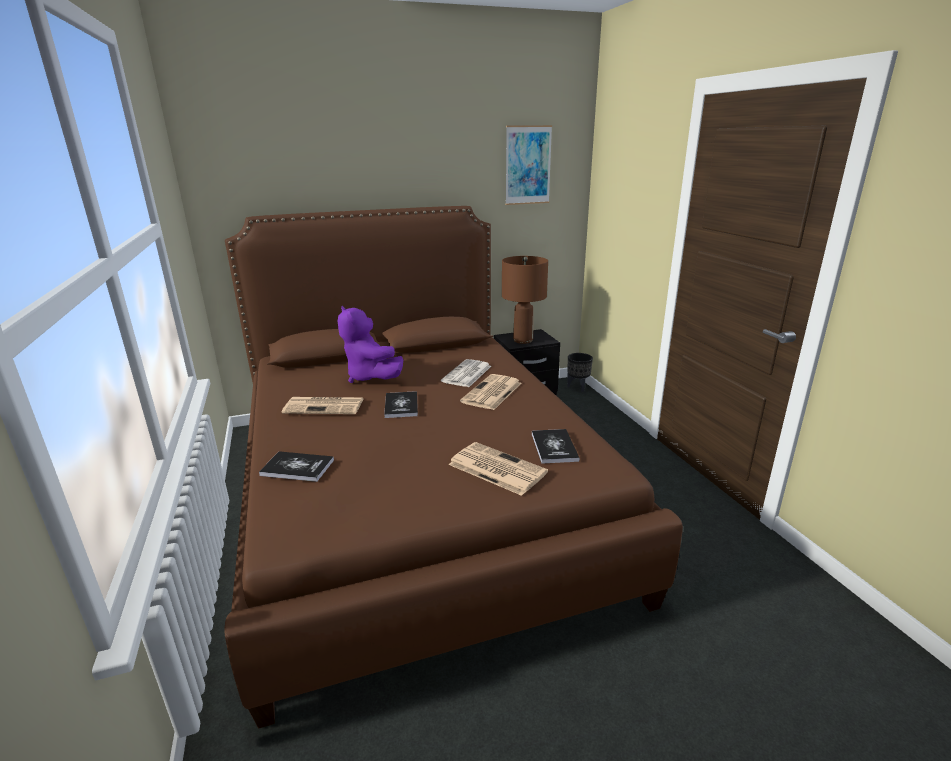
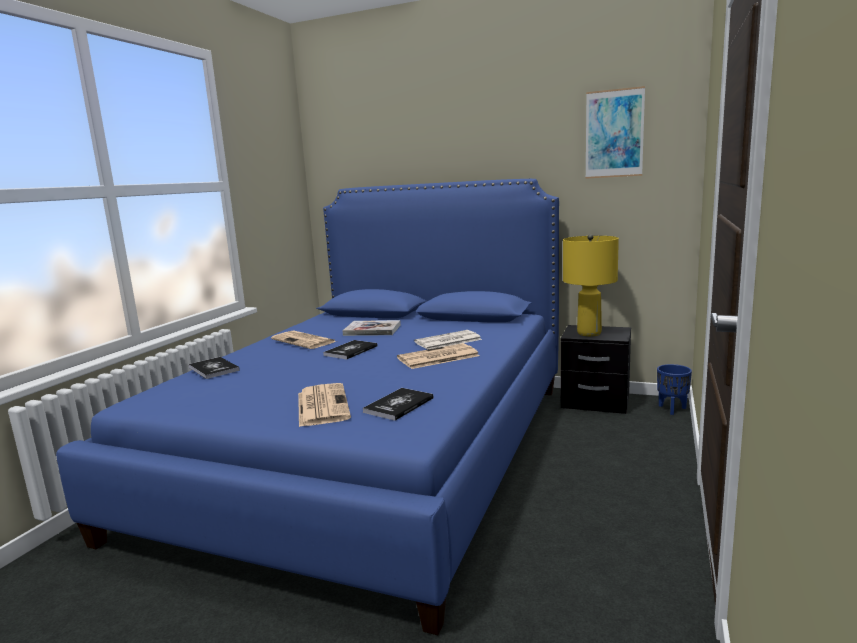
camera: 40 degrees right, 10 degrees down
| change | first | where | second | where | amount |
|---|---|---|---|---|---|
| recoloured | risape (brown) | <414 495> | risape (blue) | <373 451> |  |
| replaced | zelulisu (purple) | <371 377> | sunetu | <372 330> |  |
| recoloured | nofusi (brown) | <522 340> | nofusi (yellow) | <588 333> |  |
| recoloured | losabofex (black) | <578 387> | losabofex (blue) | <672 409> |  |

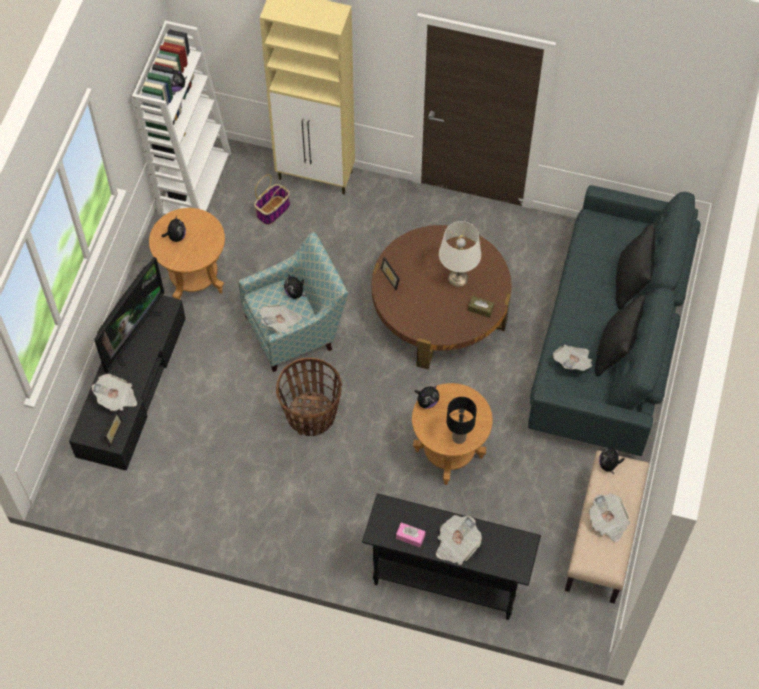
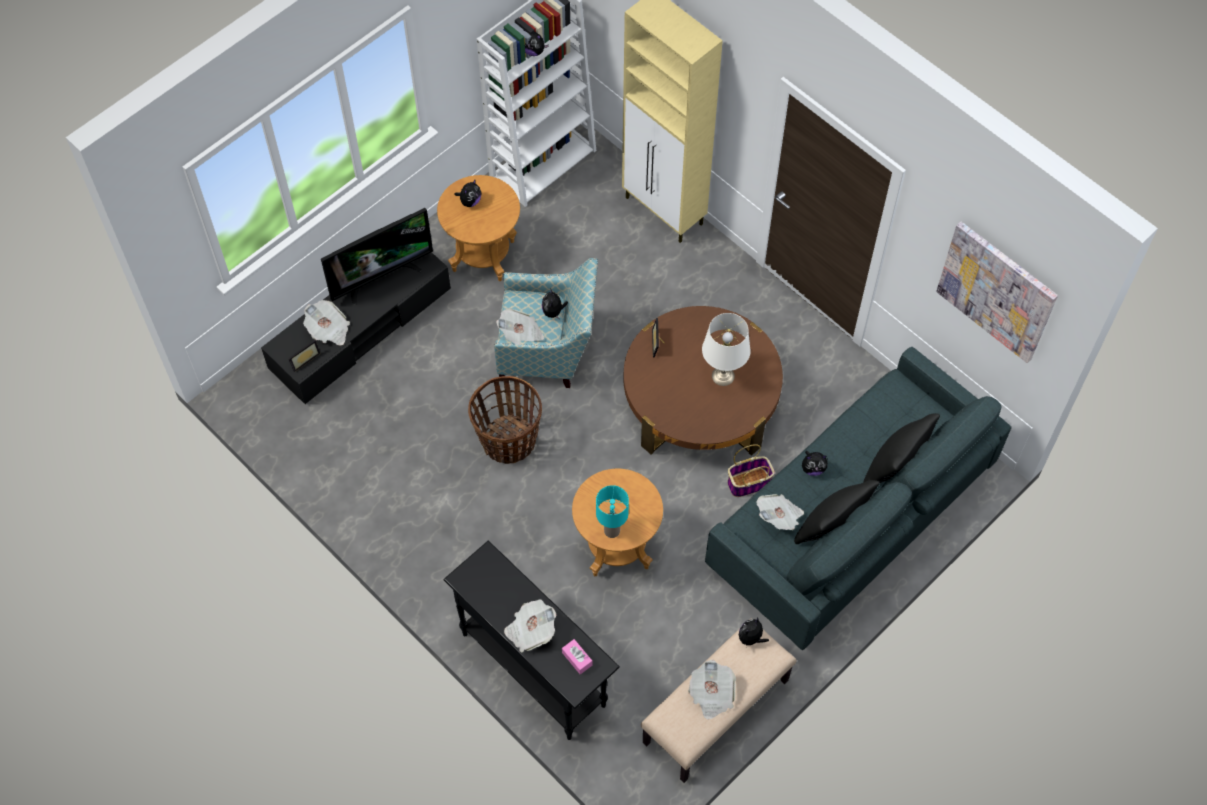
camera: 30 degrees right, 0 degrees up
| change | first | where | second | where | amount |
|---|---|---|---|---|---|
| moved | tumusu | <273 210> |  | <749 482> |  |
| moved | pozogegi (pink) | <410 537> |  | <577 659> |  |
| moved | zelulisu | <427 402> |  | <813 468> |  |
| recoloured | nofusi (black) | <458 437> | nofusi (turquoise) | <611 530> |  |
| removed | pozogegi (brown) | <480 309> |  |  |  |
| added |  |  | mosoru | <997 291> |  |

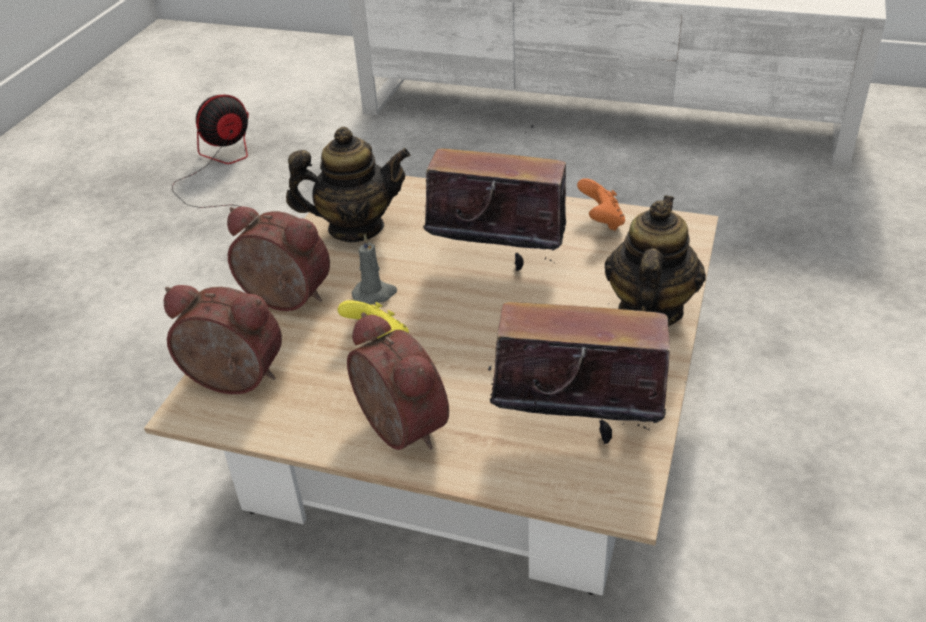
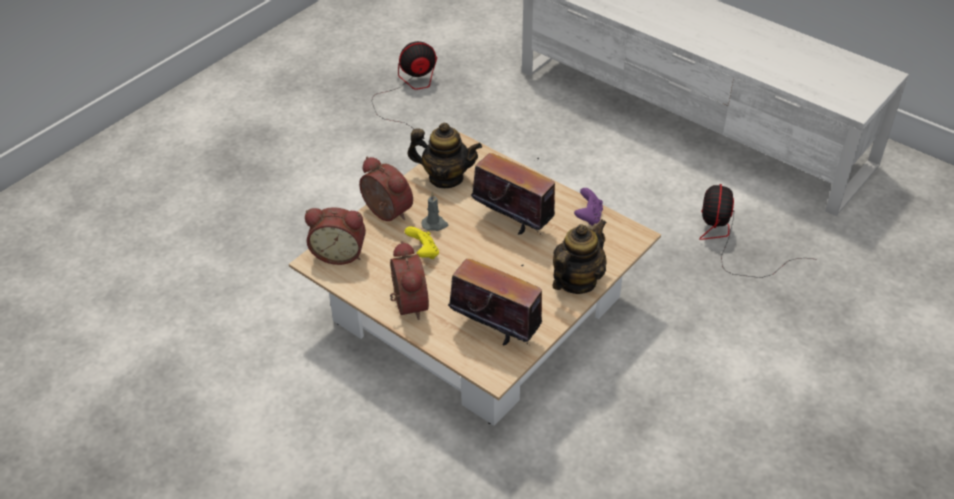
camera: 20 degrees right, 5 degrees up
| change | first | where | second | where | amount |
|---|---|---|---|---|---|
| turned | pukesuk | <232 382> |  | <339 253> | 150 degrees clockwise |
| recoloured | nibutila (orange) | <601 221> | nibutila (purple) | <588 217> |  |
| added |  |  | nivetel | <729 241> |  |

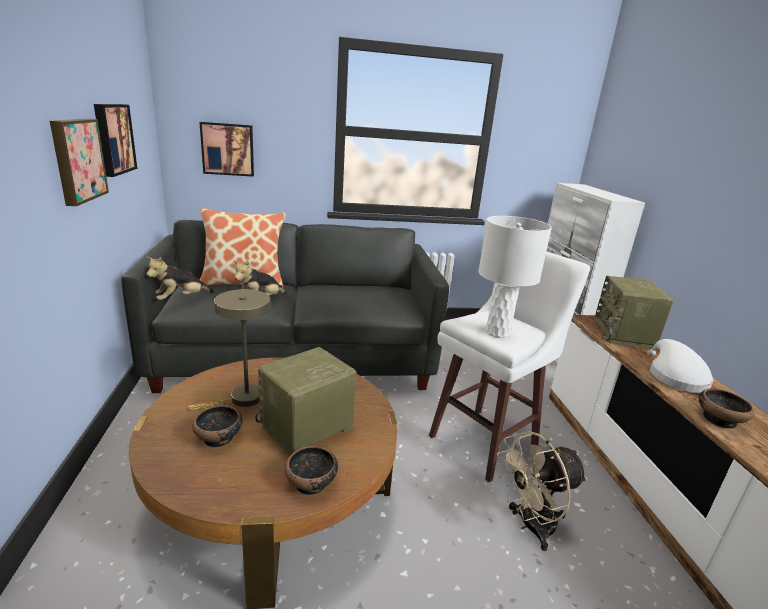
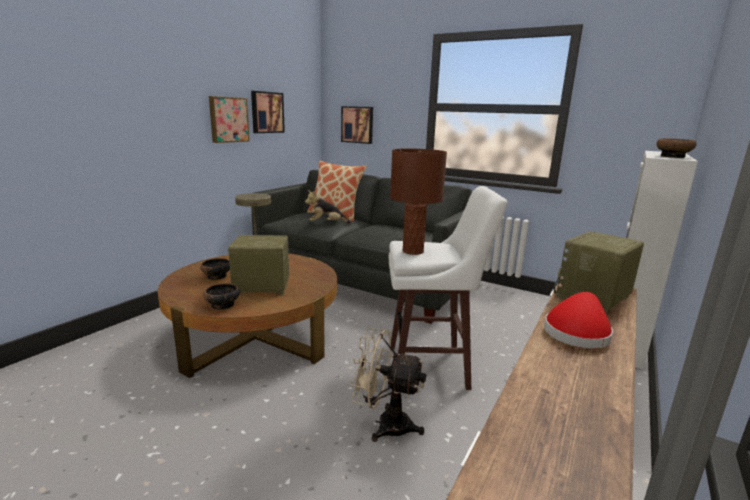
camera: 40 degrees right, 5 degrees down
| change | first | where | second | where | amount |
|---|---|---|---|---|---|
| removed | zelulisu | <181 299> |  |  |  |
| recoloured | nofusi (white) | <497 332> | nofusi (brown) | <412 251> |  |
| recoloured | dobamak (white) | <674 376> | dobamak (red) | <576 332> |  |
| moved | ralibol | <719 419> |  | <673 157> |  |

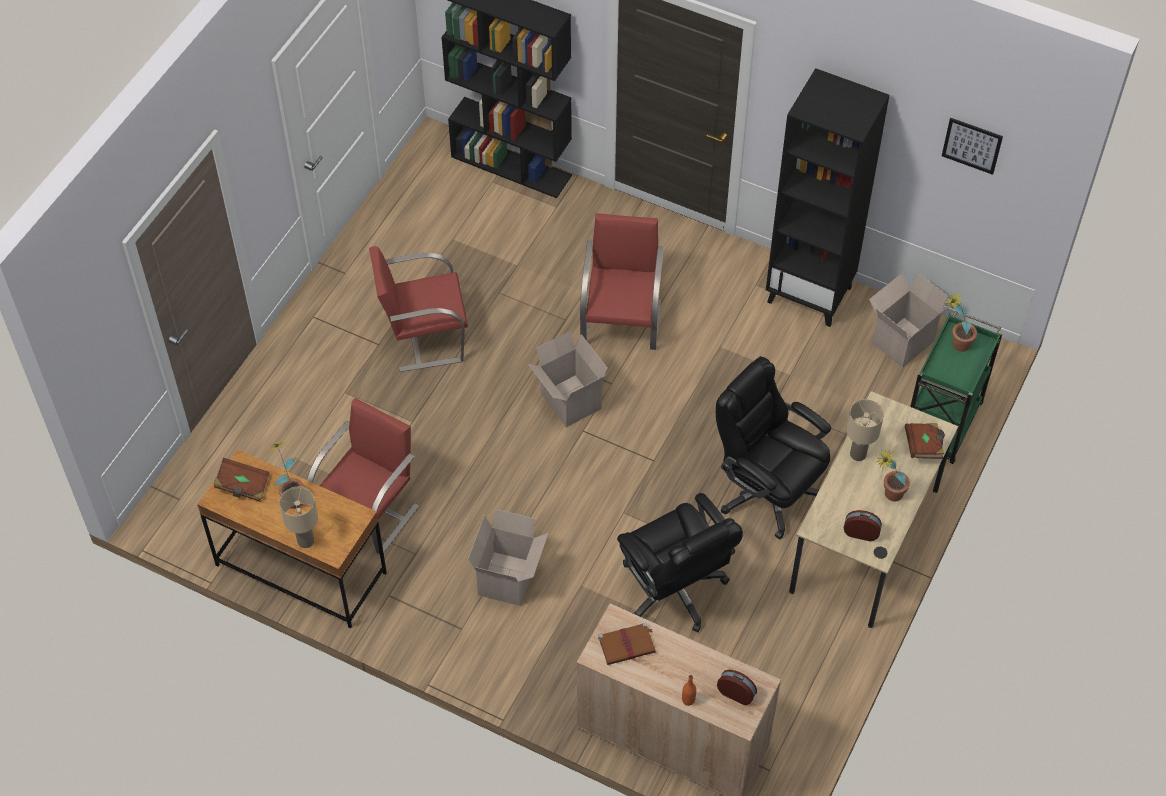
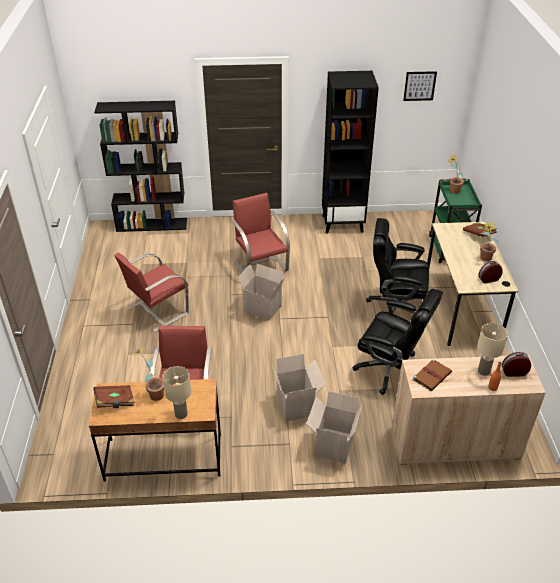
camera: 30 degrees left, 15 degrees down
| change | first | where | second | where | amount |
|---|---|---|---|---|---|
| moved | nofusi (beige) | <858 454> |  | <484 371> |  |
| moved | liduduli | <902 341> |  | <333 444> |  |

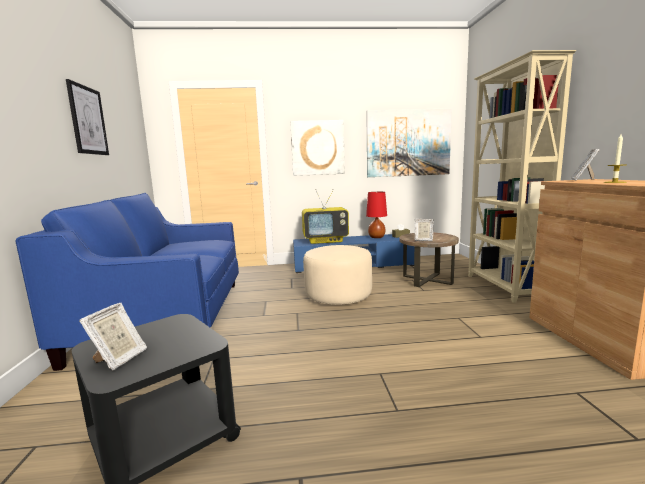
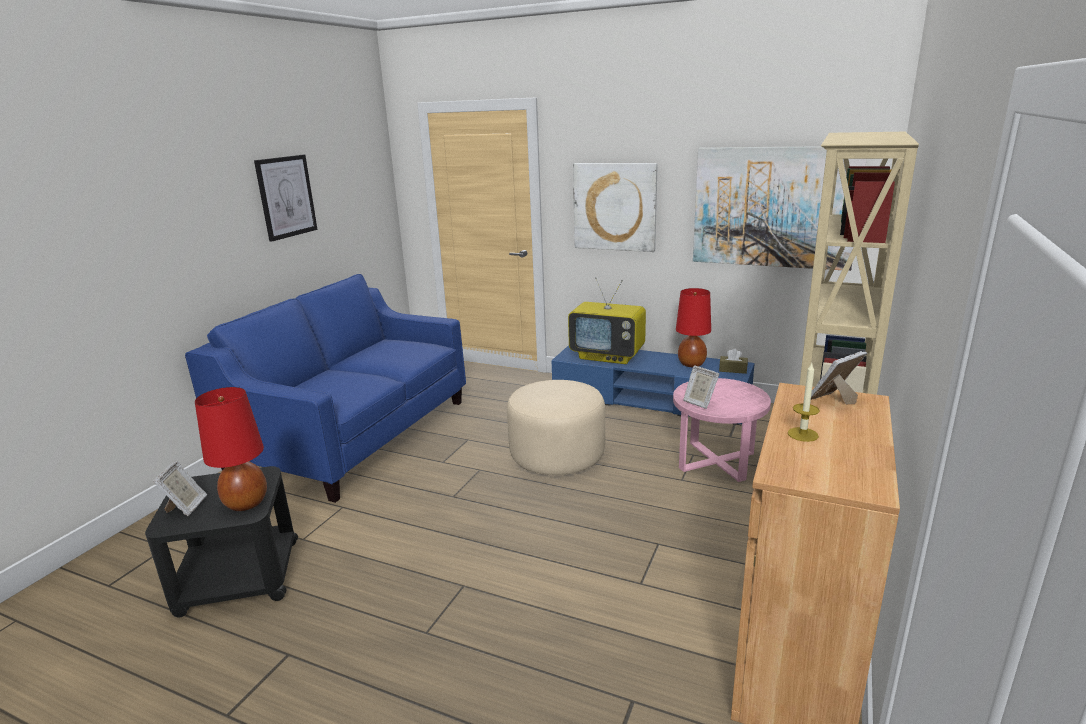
camera: 30 degrees right, 10 degrees up
| change | first | where | second | where | amount |
|---|---|---|---|---|---|
| turned | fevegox | <119 359> |  | <186 507> | 45 degrees counterclockwise |
| recoloured | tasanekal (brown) | <427 279> | tasanekal (pink) | <716 460> |  |
| added |  |  | nofusi (red) | <246 503> |  |

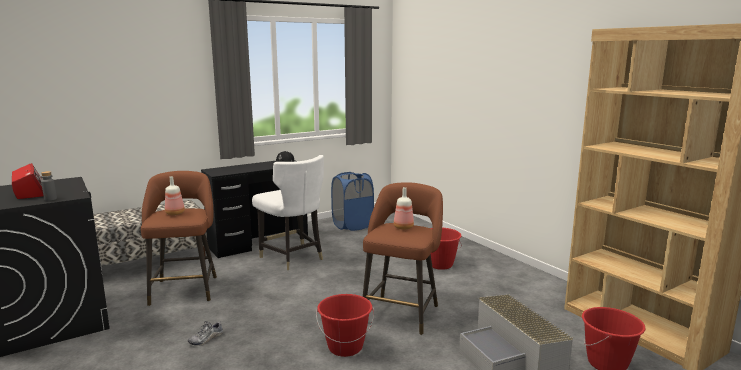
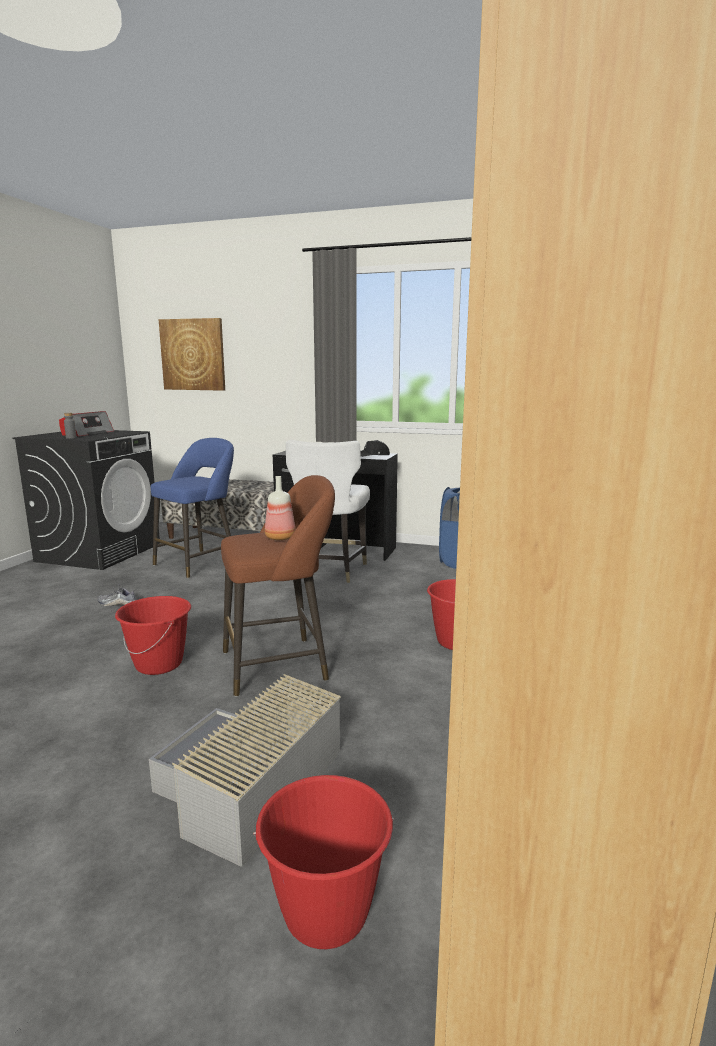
camera: 50 degrees right, 0 degrees up
| change | first | where | second | where | amount |
|---|---|---|---|---|---|
| recoloured | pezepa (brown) | <185 289> | pezepa (blue) | <199 563> |  |
| removed | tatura | <175 213> |  |  |  |
| added |  |  | mosoru | <193 355> |  |

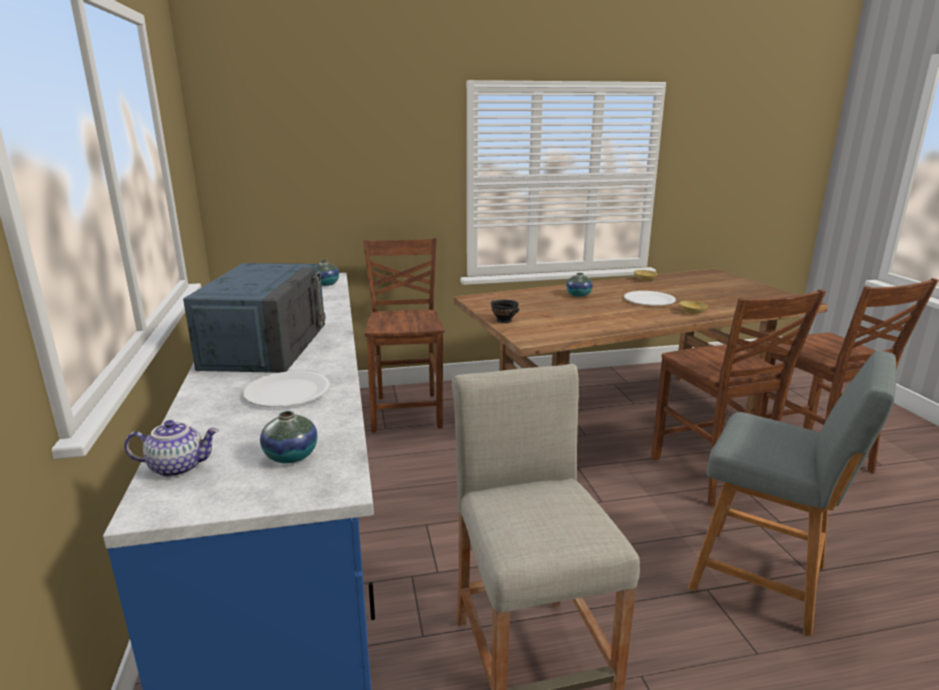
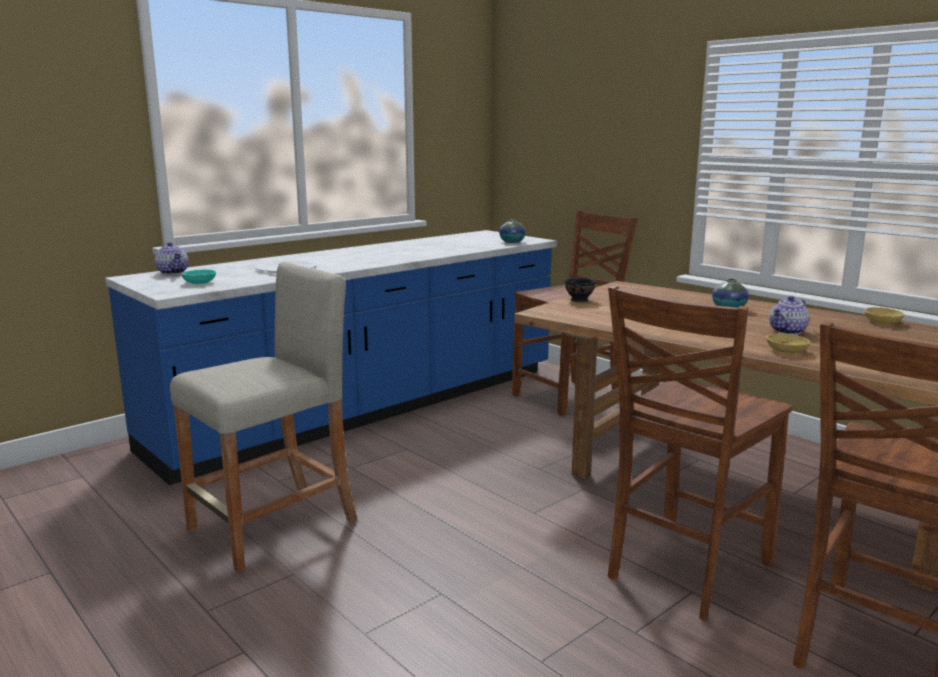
camera: 60 degrees right, 5 degrees down
| change | first | where | second | where | amount |
|---|---|---|---|---|---|
| removed | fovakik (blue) | <266 345> |  |  |  |
| replaced | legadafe | <291 456> | ralibol (turquoise) | <199 282> |  |
| replaced | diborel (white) | <649 300> | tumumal | <788 332> |  |
| removed | pezepa (grey) | <766 580> |  |  |  |

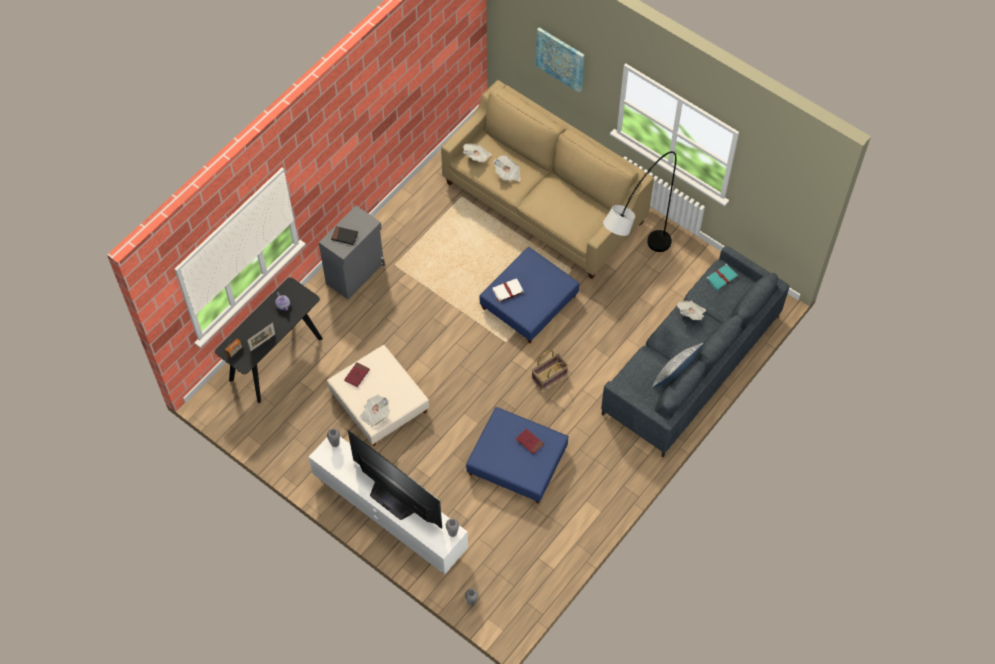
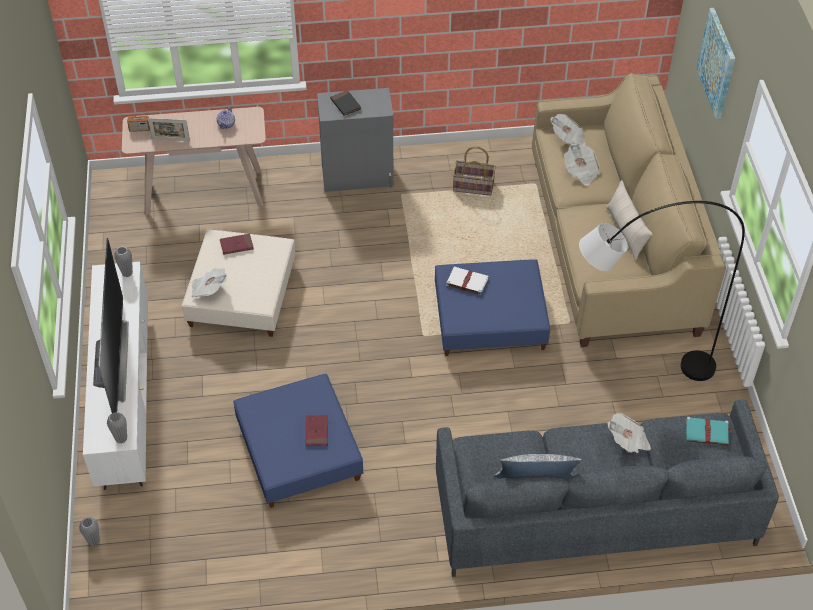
camera: 45 degrees right, 10 degrees down
| change | first | where | second | where | amount |
|---|---|---|---|---|---|
| recoloured | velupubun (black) | <276 358> | velupubun (beige) | <204 192> |  |
| moved | tumusu | <549 376> |  | <473 187> |  |
| added |  |  | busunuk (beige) | <626 232> |  |

